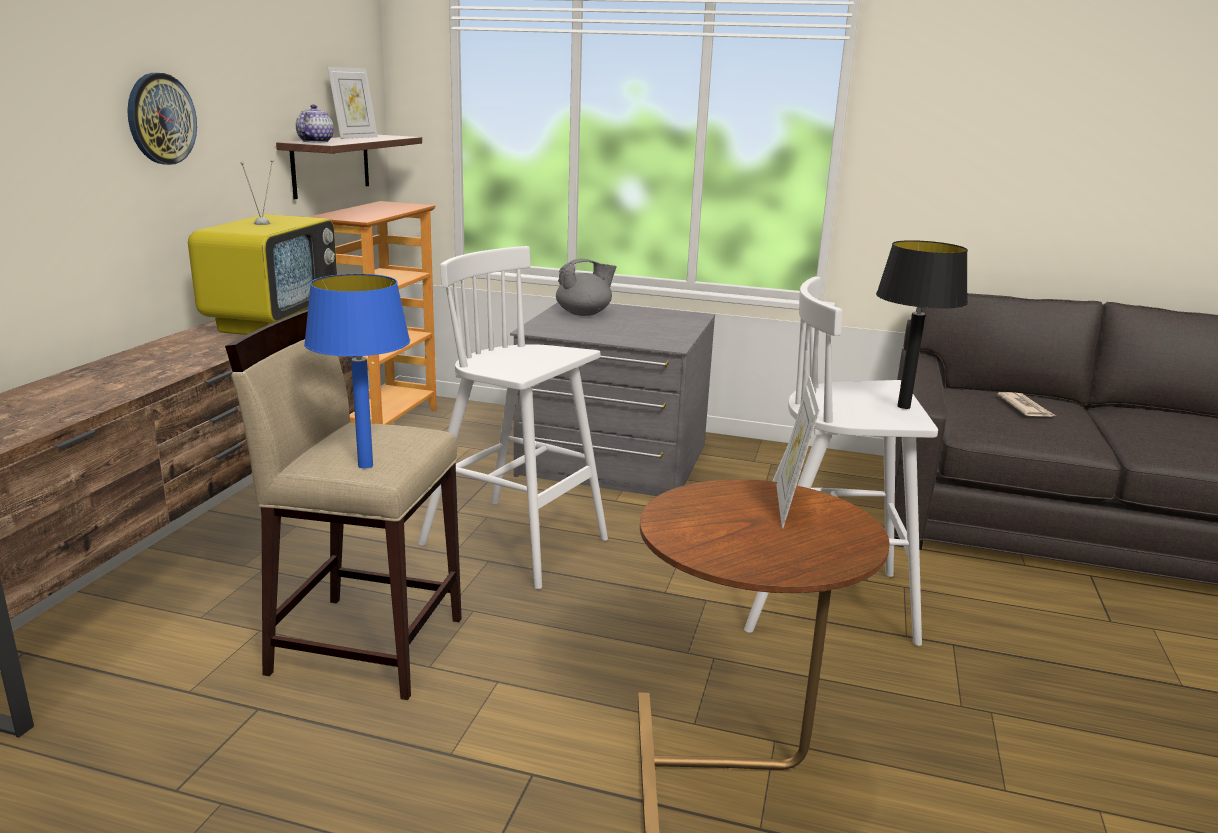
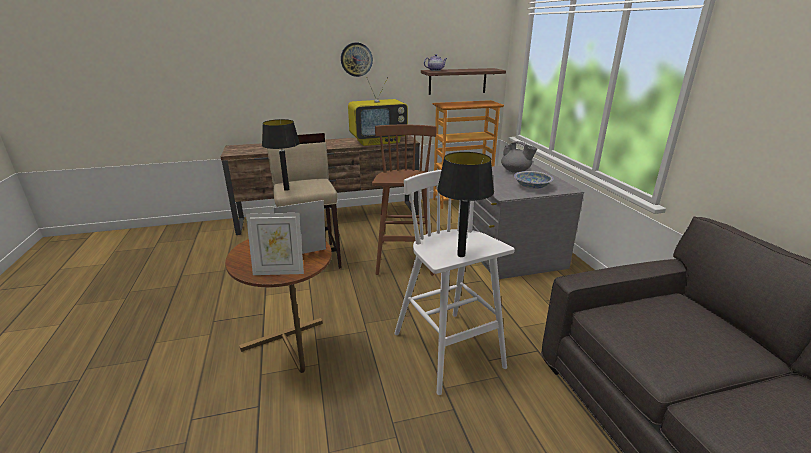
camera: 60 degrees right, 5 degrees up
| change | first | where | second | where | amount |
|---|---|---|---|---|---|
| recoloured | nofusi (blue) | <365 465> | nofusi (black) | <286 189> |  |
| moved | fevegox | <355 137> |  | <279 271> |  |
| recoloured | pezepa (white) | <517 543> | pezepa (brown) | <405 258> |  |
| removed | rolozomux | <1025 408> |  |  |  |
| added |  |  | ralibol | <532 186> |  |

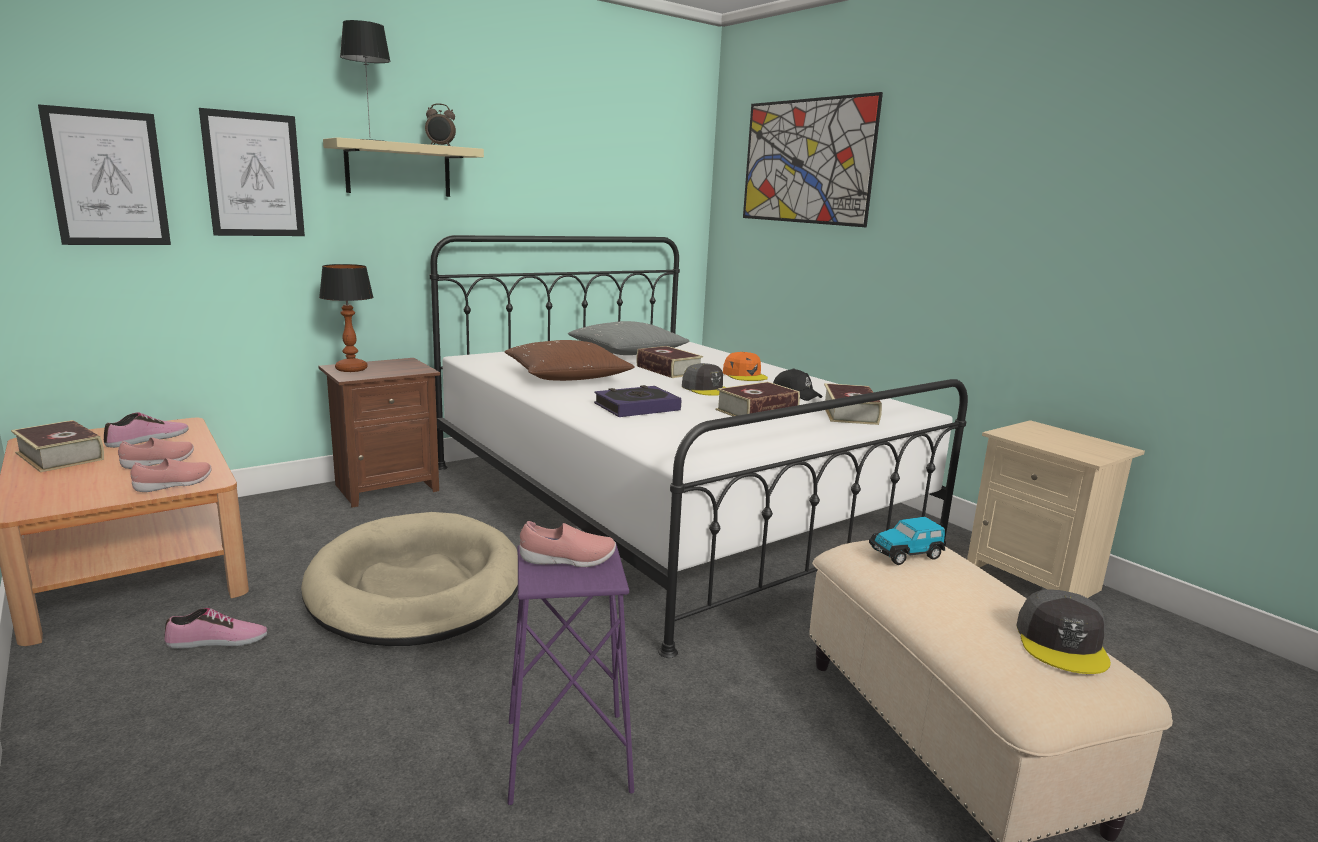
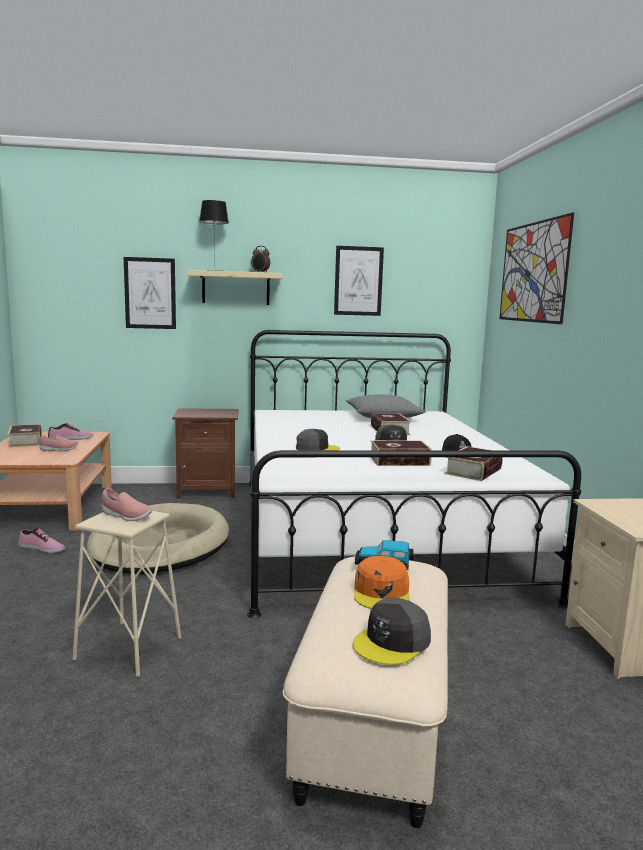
camera: 30 degrees right, 5 degrees down
| change | first | where | second | where | amount |
|---|---|---|---|---|---|
| moved | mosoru | <108 178> |  | <358 281> |  |
| removed | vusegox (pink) | <174 485> |  |  |  |
| removed | nofusi | <351 369> |  |  |  |
| removed | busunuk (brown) | <567 376> |  |  |  |
| recoloured | pezepa (purple) | <567 755> | pezepa (beige) | <129 648> |  |
| replaced | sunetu | <636 407> | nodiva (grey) | <316 448> |  |
| moved | nodiva (orange) | <745 375> |  | <382 593> |  |

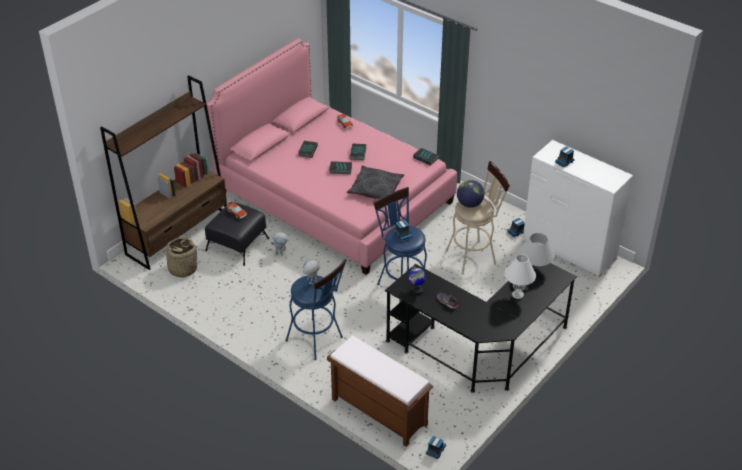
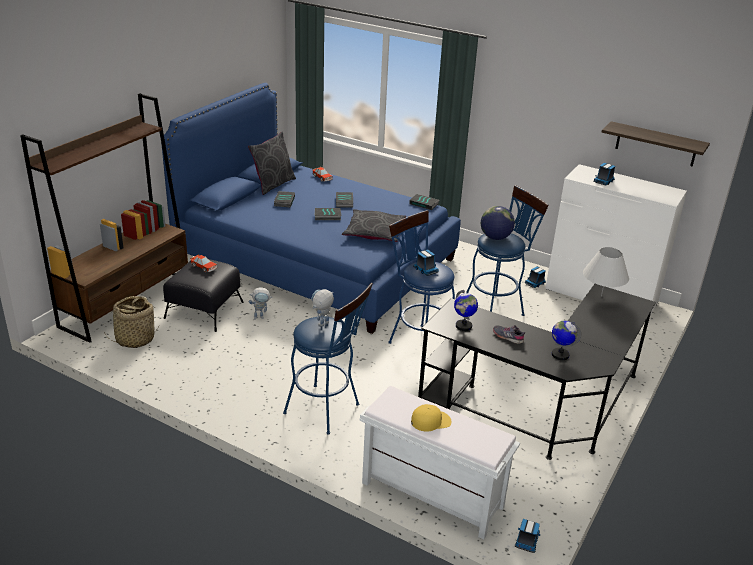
camera: 10 degrees left, 10 degrees down
| change | first | where | second | where | amount |
|---|---|---|---|---|---|
| recoloured | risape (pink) | <334 197> | risape (blue) | <315 260> |  |
| recoloured | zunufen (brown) | <378 412> | zunufen (white) | <430 495> |  |
| recoloured | pezepa (beige) | <474 256> | pezepa (blue) | <496 308> |  |
| removed | nofusi (white) | <517 295> |  |  |  |
| added |  |  | busunuk (grey) | <273 184> |  |
| added |  |  | nodiva (yellow) | <431 421> |  |
| added |  |  | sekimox | <560 355> |  |
| added |  |  | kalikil | <656 144> |  |

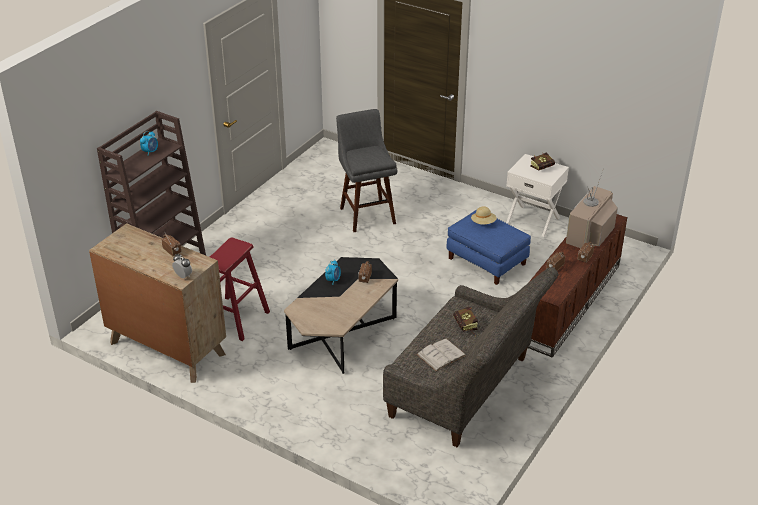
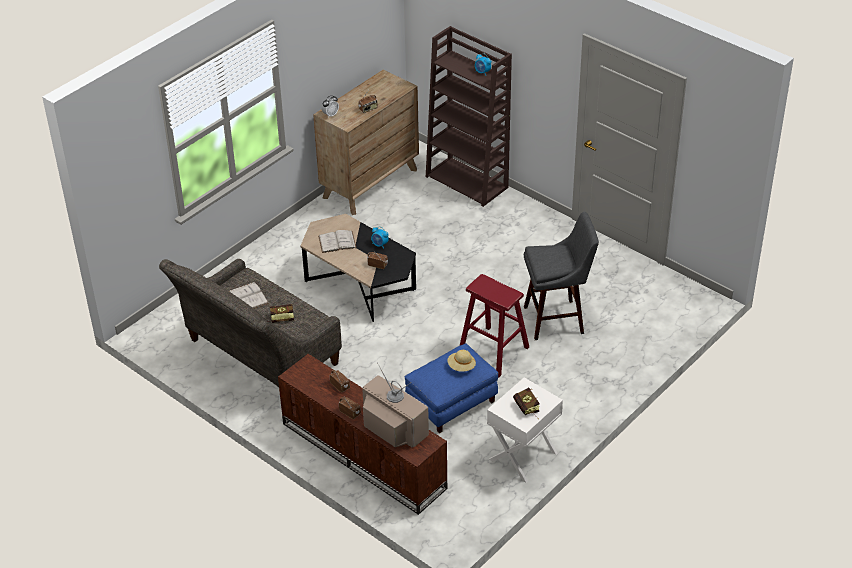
camera: 100 degrees right, 5 degrees up
| change | first | where | second | where | amount |
|---|---|---|---|---|---|
| moved | pezepa (red) | <234 318> |  | <493 351> |  |
| added |  |  | sunetu (white) | <337 242> |  |

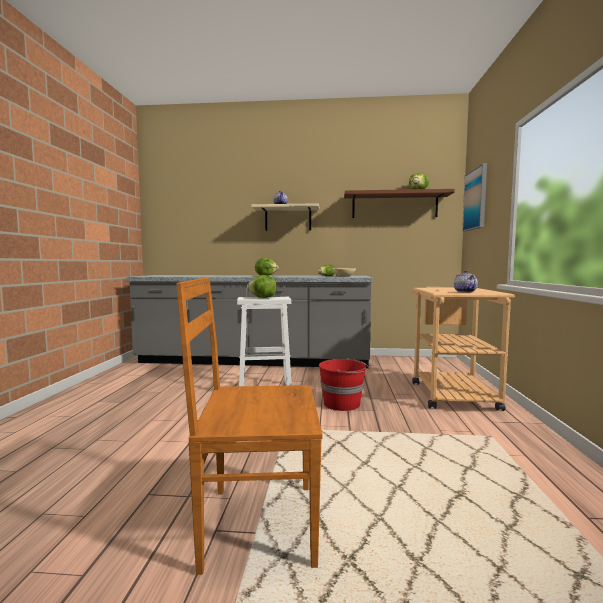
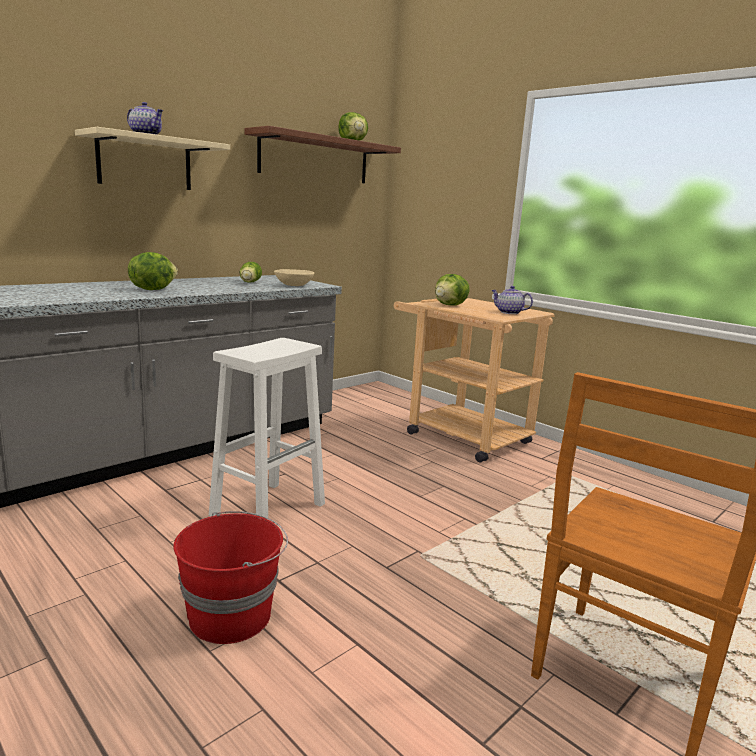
camera: 50 degrees left, 10 degrees up
| change | first | where | second | where | amount |
|---|---|---|---|---|---|
| moved | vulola | <262 298> |  | <450 305> |  |
| moved | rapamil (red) | <342 404> |  | <232 615> |  |
| removed | mosoru | <475 199> |  |  |  |

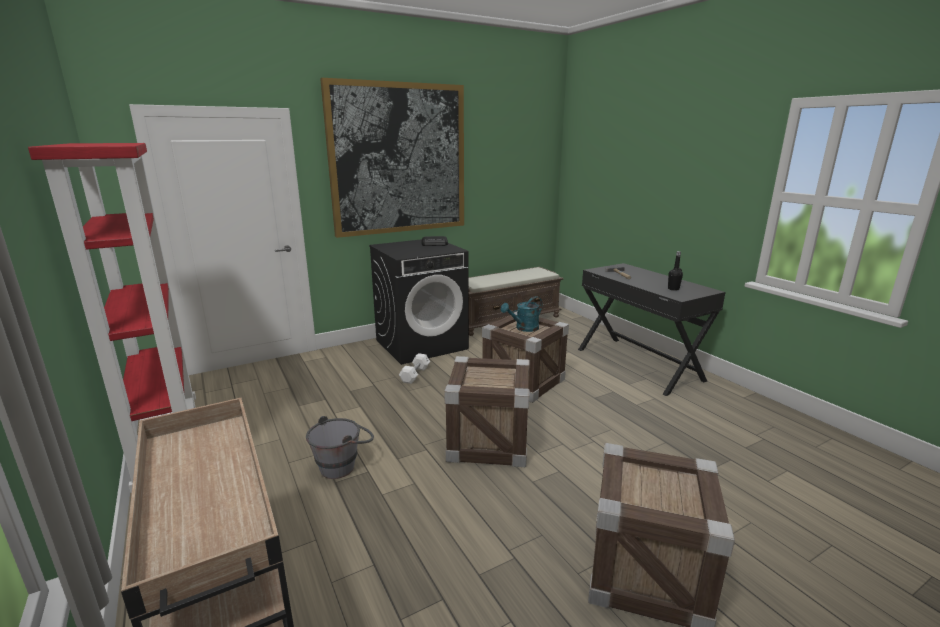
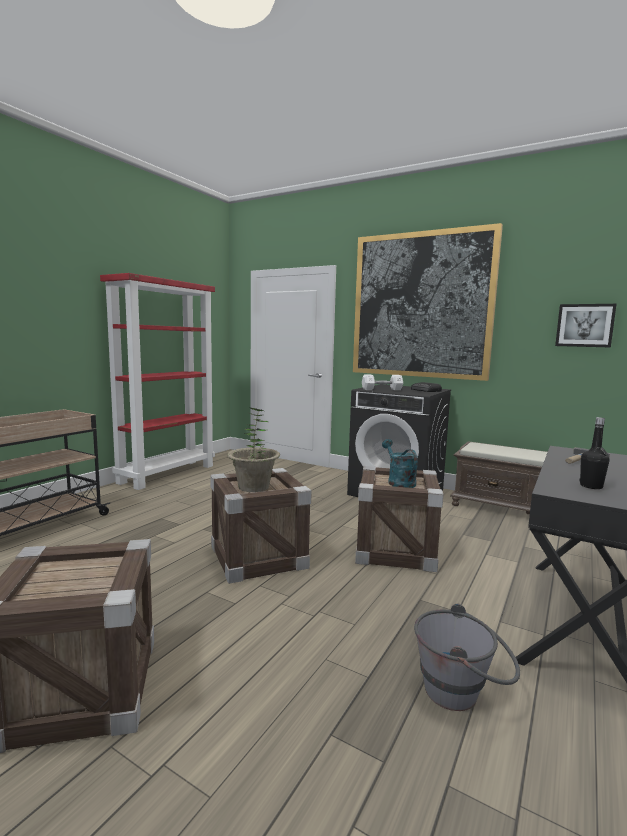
camera: 60 degrees right, 10 degrees down
| change | first | where | second | where | amount |
|---|---|---|---|---|---|
| moved | rapamil (grey) | <343 464> |  | <462 693> |  |
| moved | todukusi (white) | <415 375> |  | <382 389> |  |
| turned | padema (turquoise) | <524 328> |  | <398 482> | 45 degrees clockwise |
| added |  |  | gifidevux | <253 487> |  |
| added |  |  | mosoru | <584 325> |  |

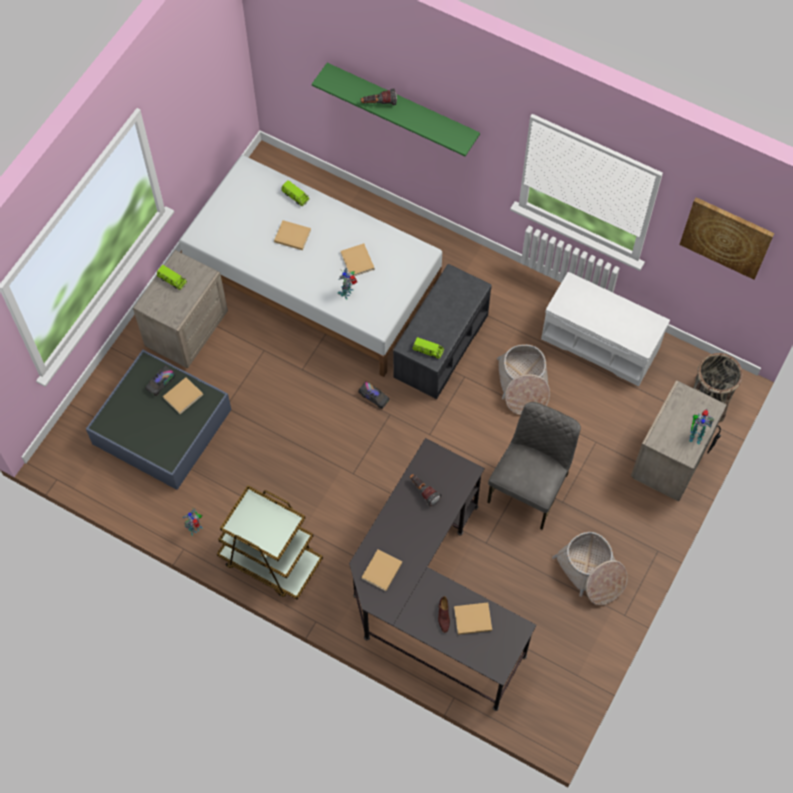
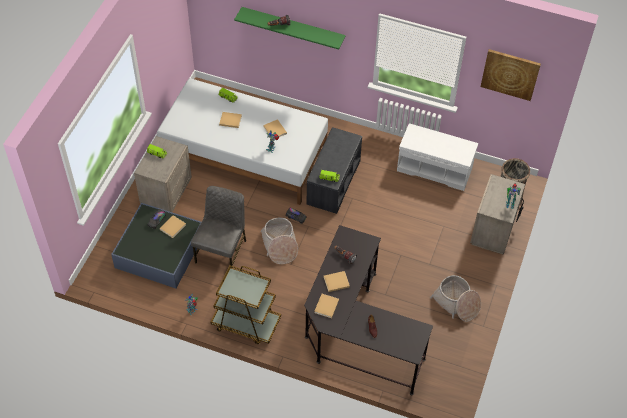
camera: 10 degrees left, 10 degrees down
| change | first | where | second | where | amount |
|---|---|---|---|---|---|
| moved | sunetu (beige) | <471 619> |  | <335 282> |  |
| moved | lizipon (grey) | <530 488> |  | <222 251> |  |
| moved | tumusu | <523 385> |  | <280 245> |  |

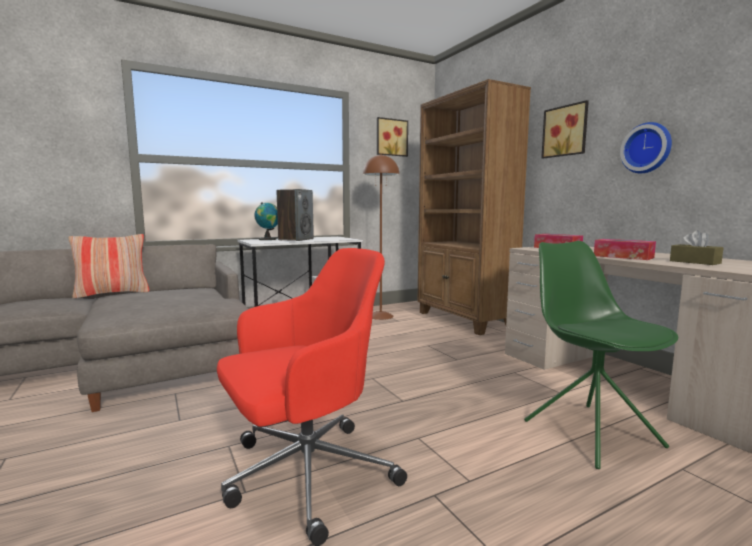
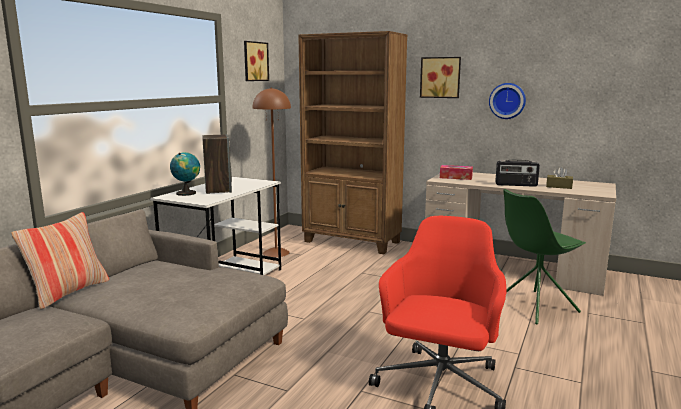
camera: 35 degrees left, 5 degrees up
| change | first | where | second | where | amount |
|---|---|---|---|---|---|
| turned | lizipon (green) | <590 432> |  | <534 307> | 60 degrees counterclockwise |
| replaced | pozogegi | <623 257> | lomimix | <516 185> |  |

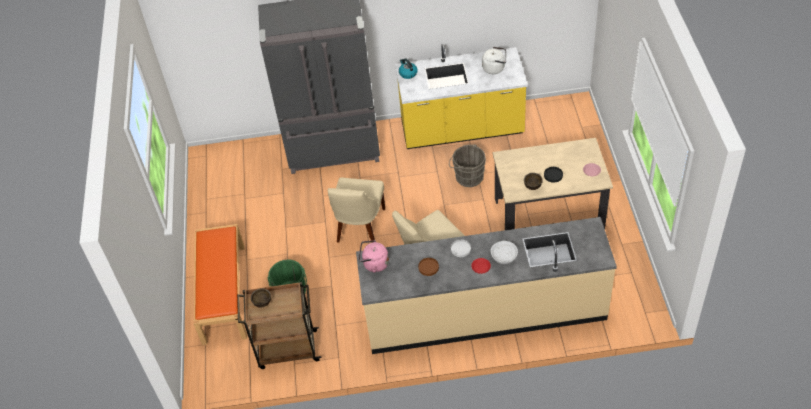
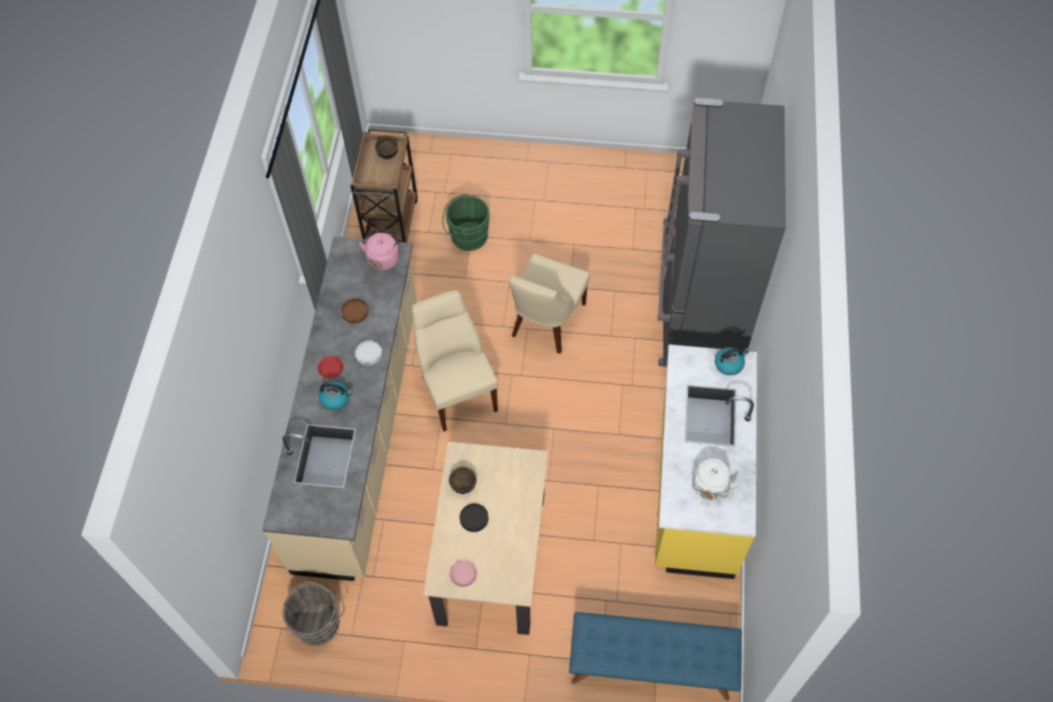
camera: 100 degrees right, 10 degrees up
| change | first | where | second | where | amount |
|---|---|---|---|---|---|
| removed | zunufen (orange) | <223 293> |  |  |  |
| turned | lizipon (beige) | <359 227> |  | <546 322> | 90 degrees counterclockwise |
| moved | rapamil (grey) | <467 176> |  | <320 621> |  |
| replaced | ralibol (white) | <503 256> | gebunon | <336 398> |  |
| added |  |  | zunufen (blue) | <651 666> |  |

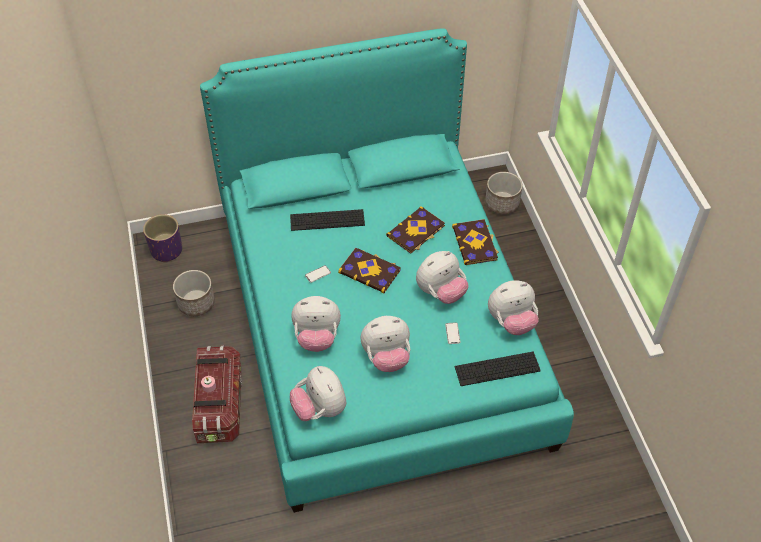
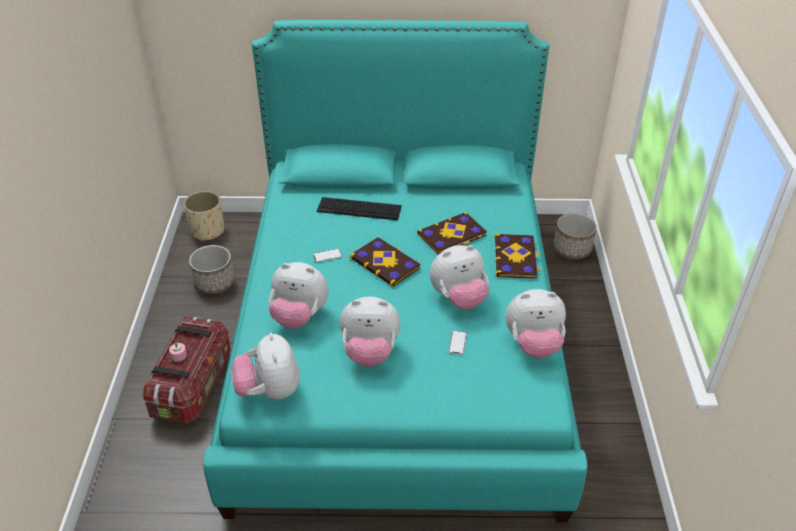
camera: 15 degrees right, 10 degrees down
| change | first | where | second | where | amount |
|---|---|---|---|---|---|
| recoloured | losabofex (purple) | <166 250> | losabofex (beige) | <207 231> |  |
| removed | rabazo | <497 369> |  |  |  |

